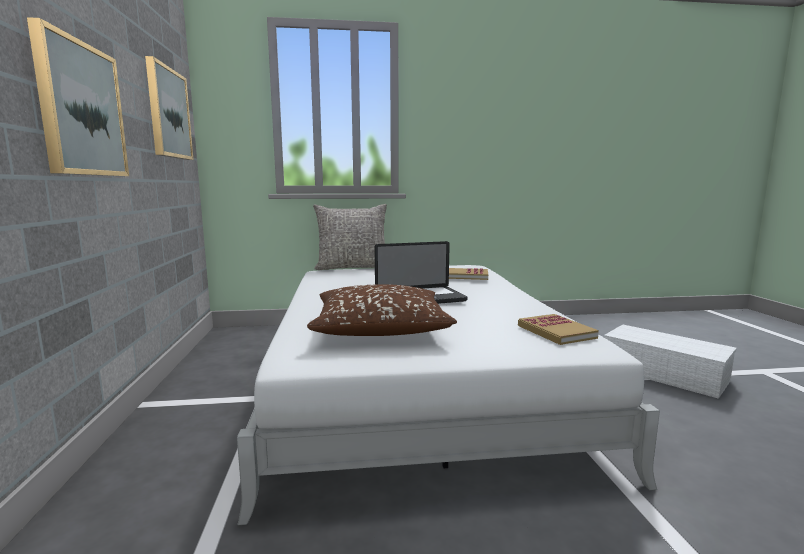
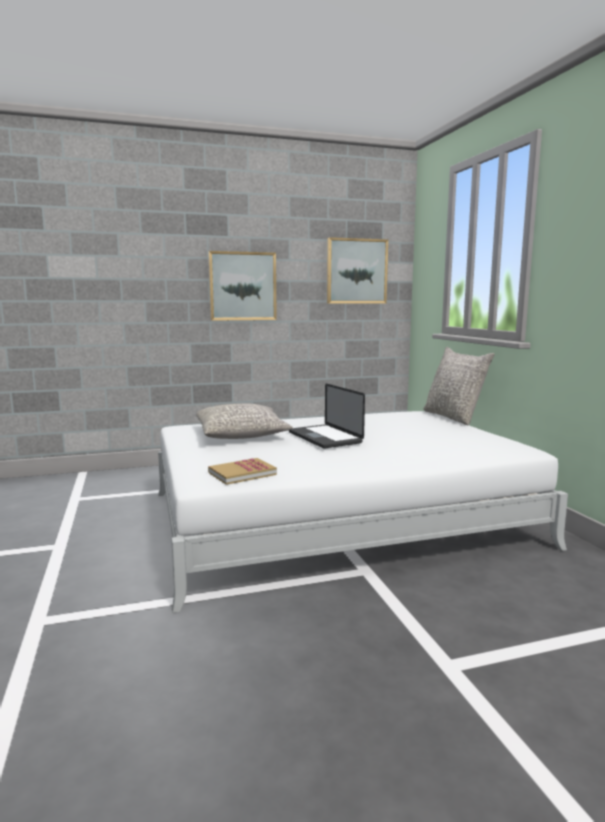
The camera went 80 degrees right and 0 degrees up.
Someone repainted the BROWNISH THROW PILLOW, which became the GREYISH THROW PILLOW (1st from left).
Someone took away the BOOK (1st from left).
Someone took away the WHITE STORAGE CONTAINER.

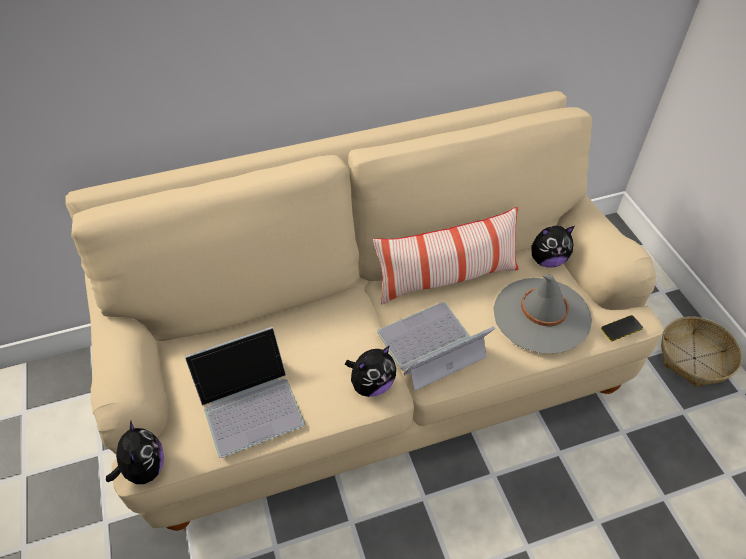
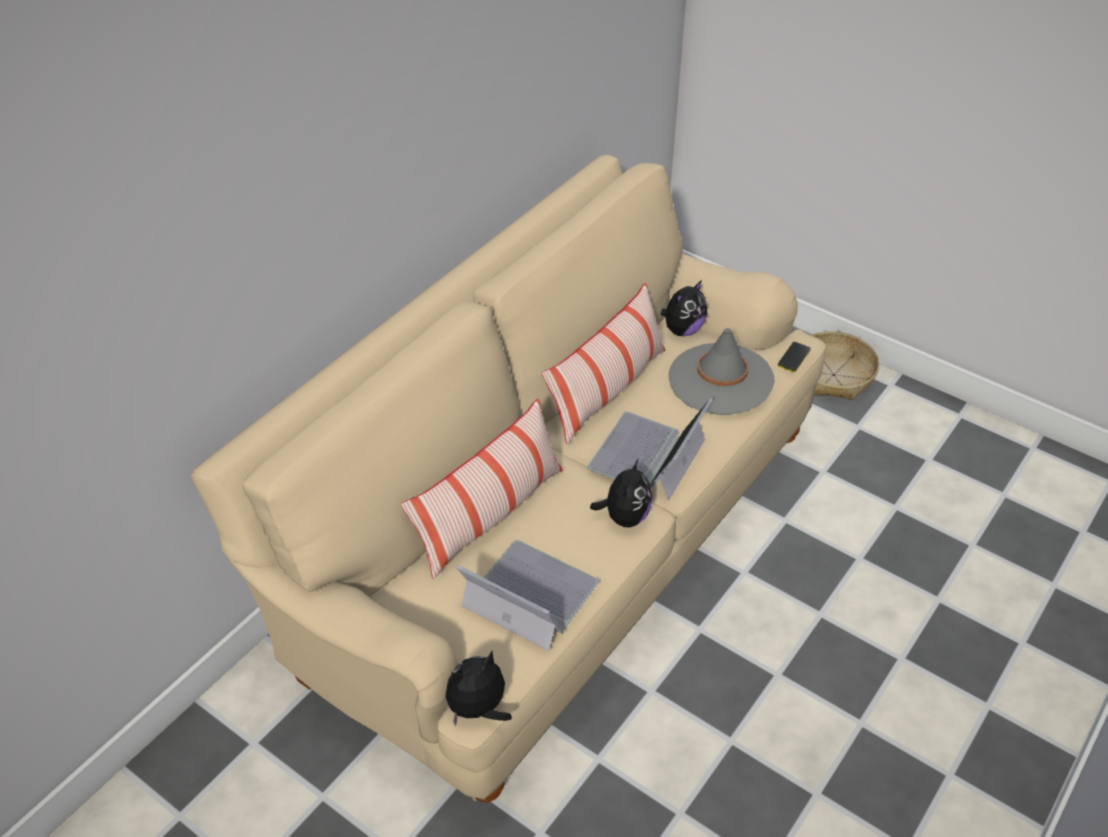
The camera went 35 degrees left and 5 degrees down.
Someone put down the THROW PILLOW (1st from left).
Someone rotated the CUDDLY TOY (1st from left) by 75 degrees counterclockwise.
Someone rotated the NOTEBOOK COMPUTER (1st from left) by 90 degrees counterclockwise.

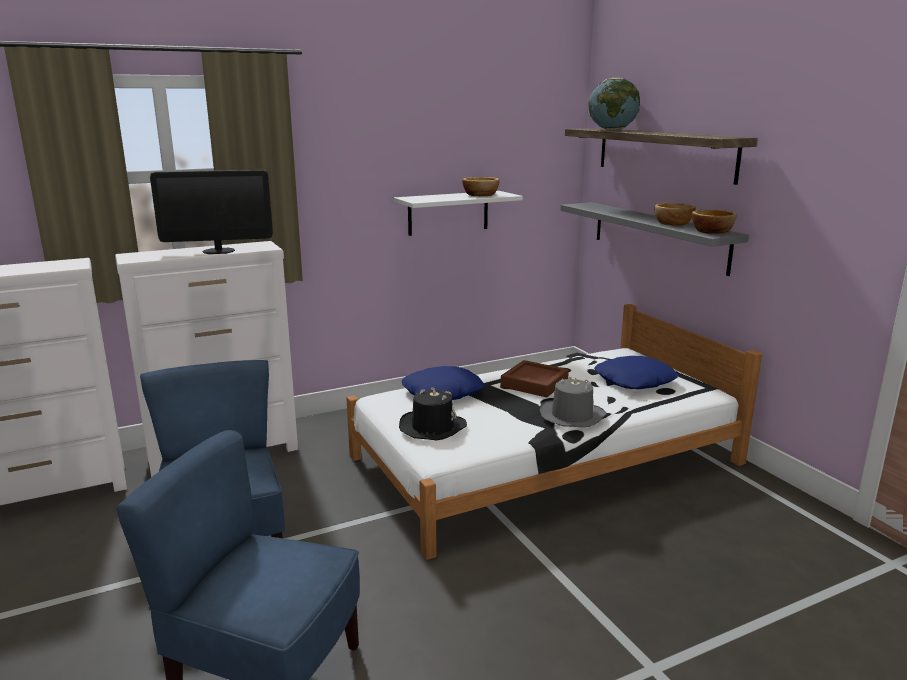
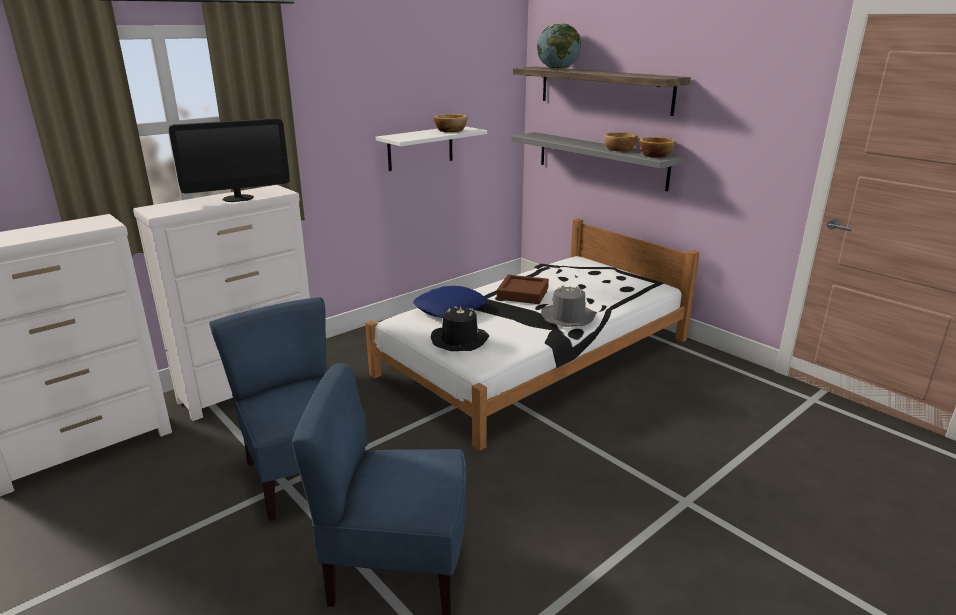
The camera went 15 degrees left and 5 degrees up.
Someone took away the BLUISH THROW PILLOW (2nd from left).

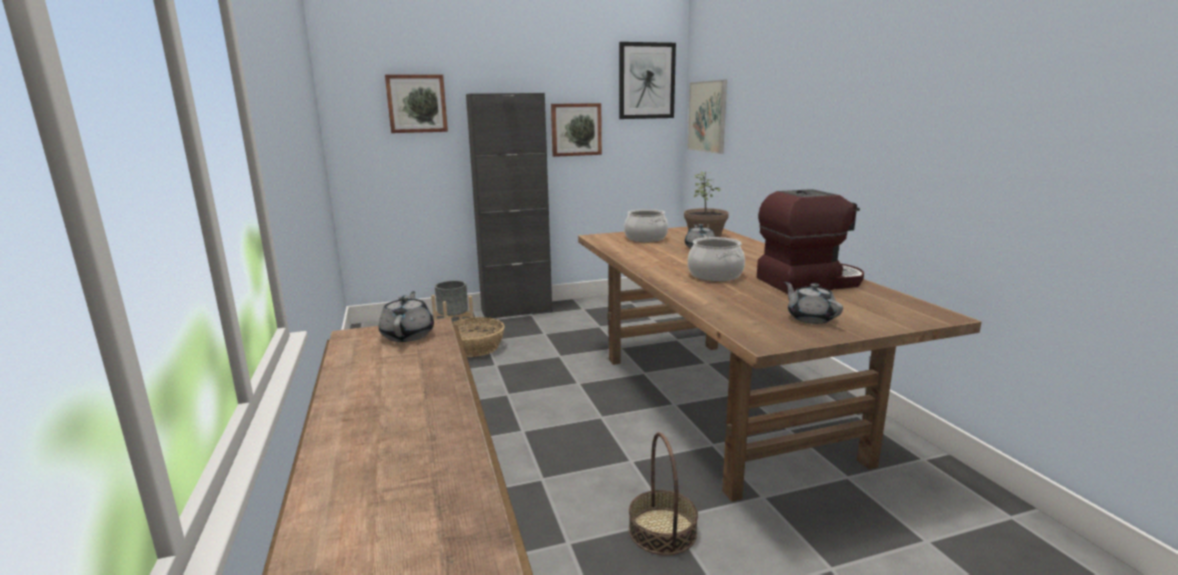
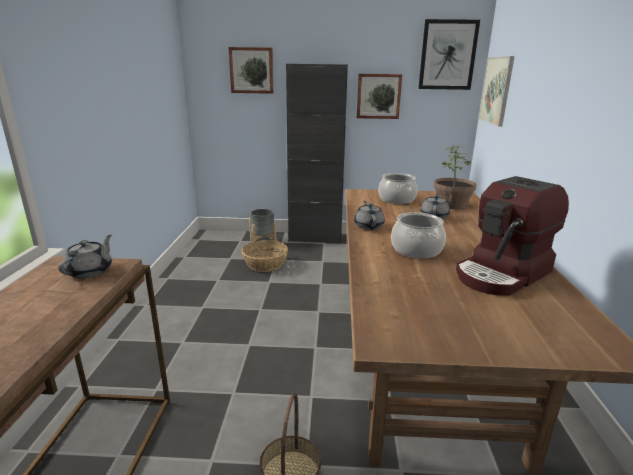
The camera went 20 degrees right and 5 degrees up.
Someone carried the GREYISH POT FOR TEA (3rd from left in the first image).
Someone rotated the COFFEE MACHINE by 135 degrees clockwise.

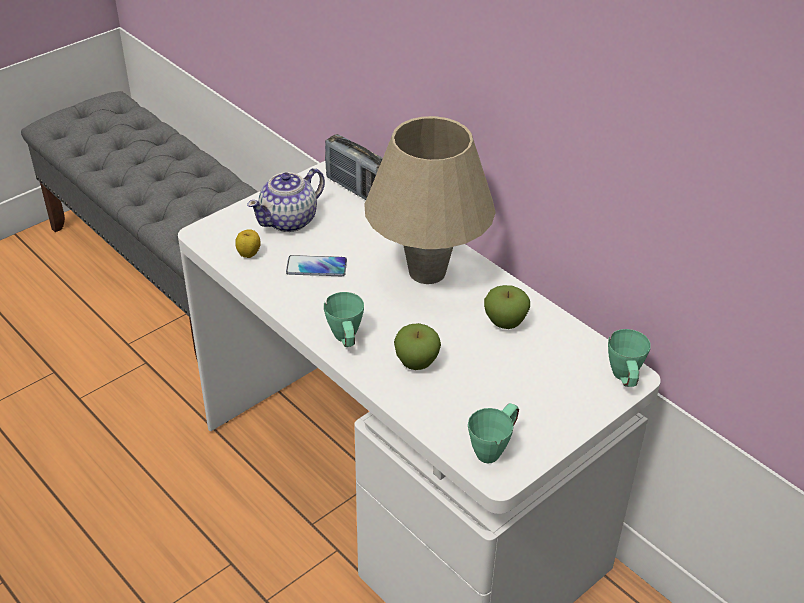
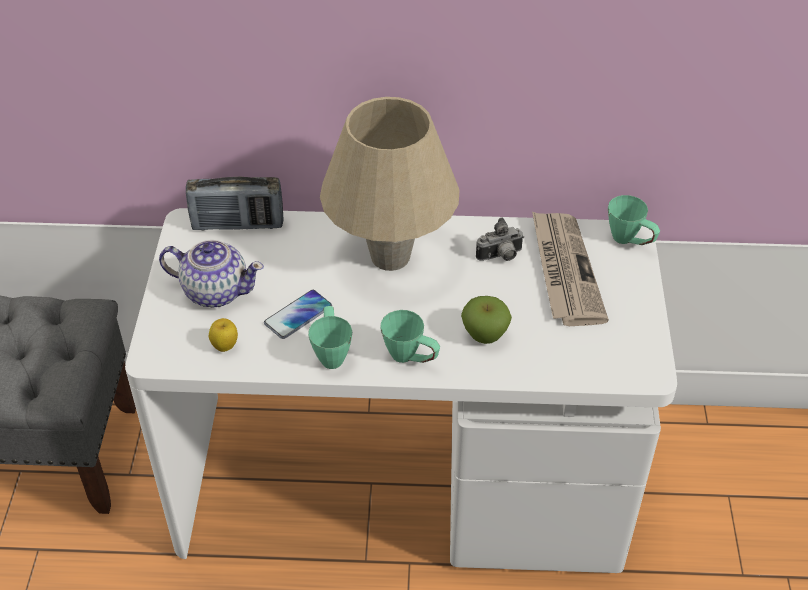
The camera went 45 degrees left and 5 degrees up.
Someone rotated the POT FOR TEA by 75 degrees counterclockwise.
Someone carried the GREEN-COLOURED TEA MUG (2nd from left in the first image).
Someone swapped the APPLE (3rd from left) for the PHOTO CAMERA.
Someone put down the PRINTED PAPER.

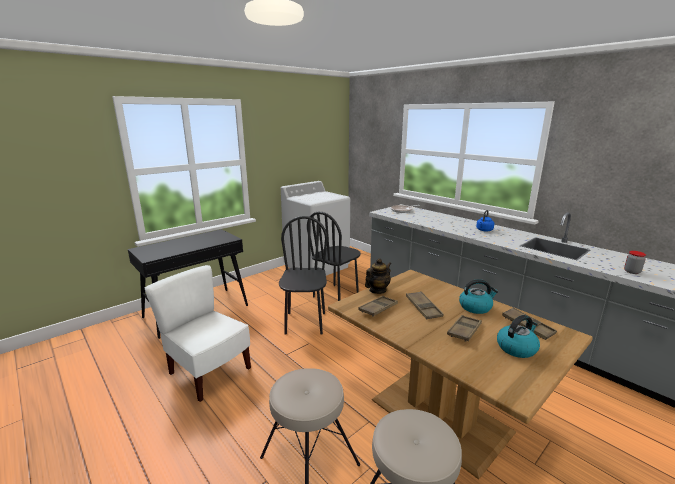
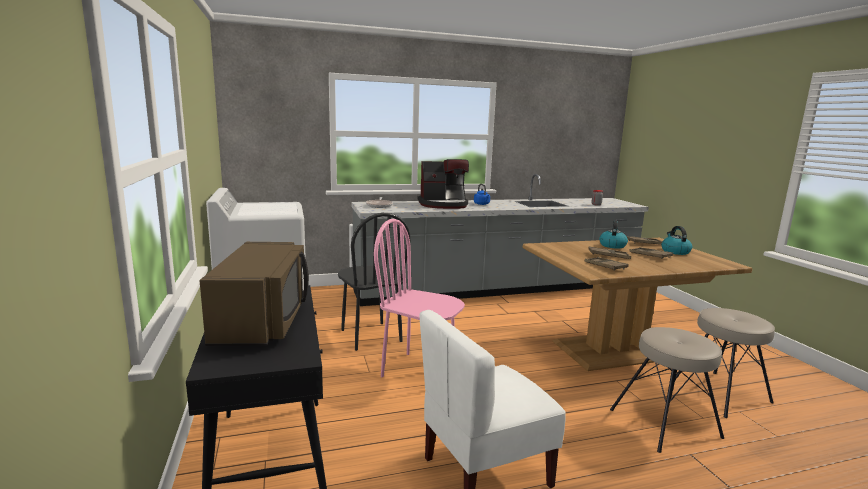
The camera went 65 degrees left and 5 degrees down.
Someone put down the BROWNISH MICROWAVE OVEN.
Someone repainted the BLACK UPRIGHT CHAIR (1st from left), which became the PINK UPRIGHT CHAIR.
Someone put down the COFFEE MACHINE.
Someone took away the POT FOR TEA.

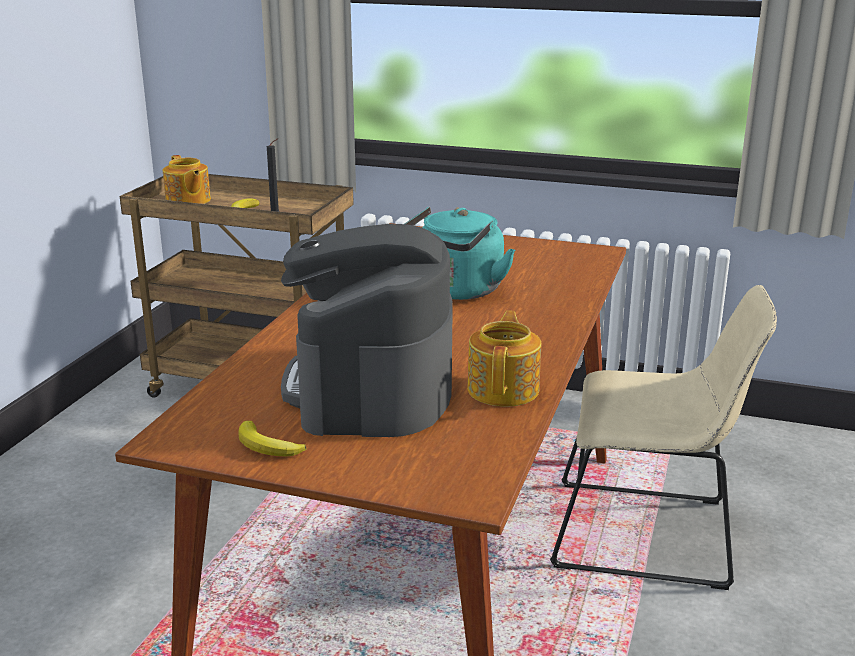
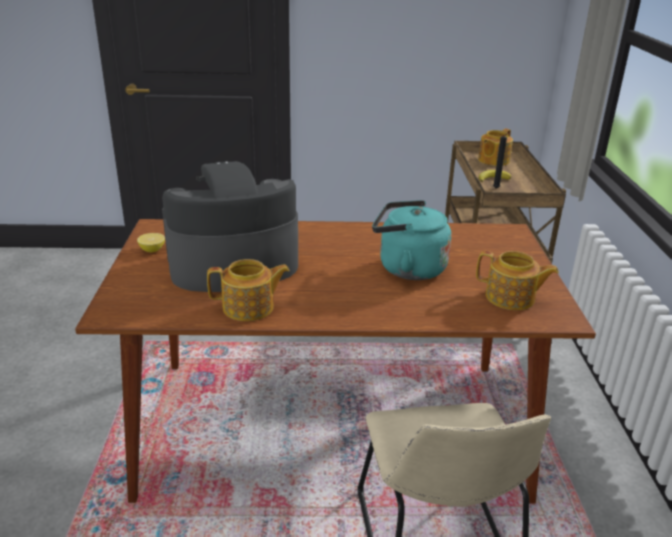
The camera went 70 degrees right and 5 degrees up.
Someone swapped the WHOLE BANANA (2nd from left) for the CITRUS FRUIT.
Someone put down the POT FOR TEA (3rd from left).

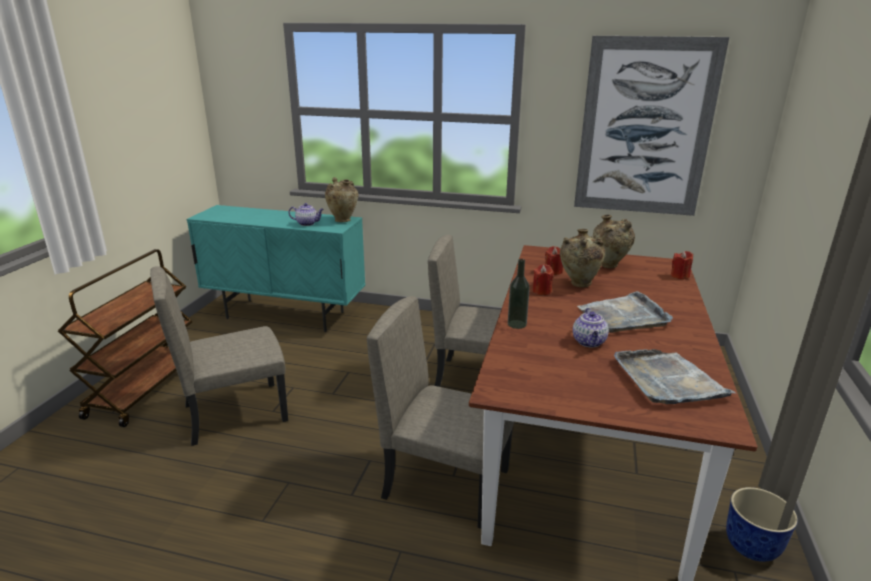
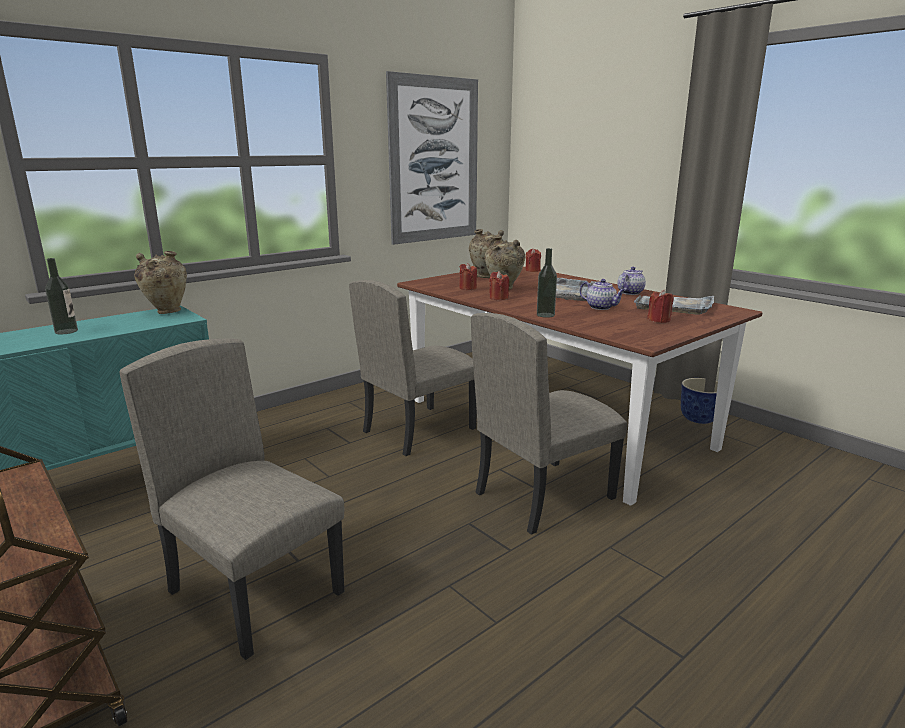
The camera went 55 degrees left and 5 degrees down.
Someone put down the BEVERAGE BOTTLE (1st from left).
Someone rotated the SAND-COLOURED UPRIGHT CHAIR (1st from left) by 120 degrees clockwise.
Someone carried the POT FOR TEA (1st from left in the first image).
Someone put down the RED-COLOURED WAX LIGHT (4th from left).

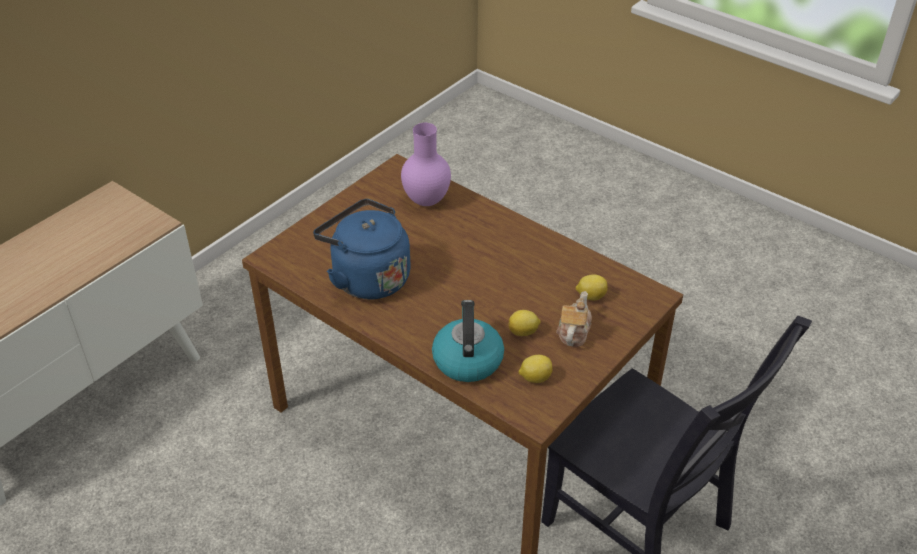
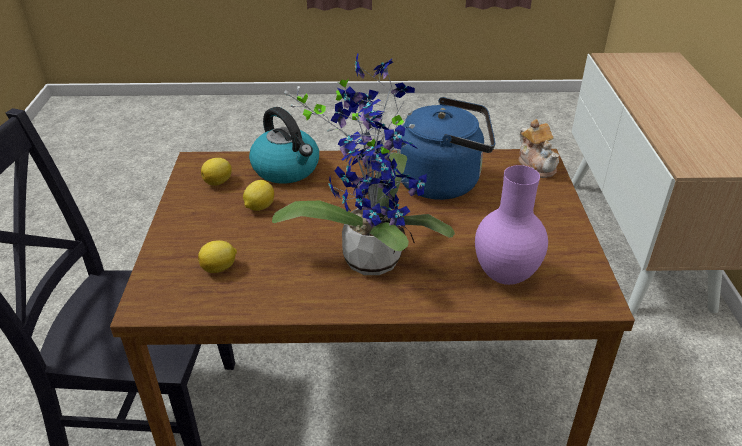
The camera went 140 degrees right and 5 degrees down.
Someone put down the POTTED PLANT.
Someone carried the POT FOR TEA.

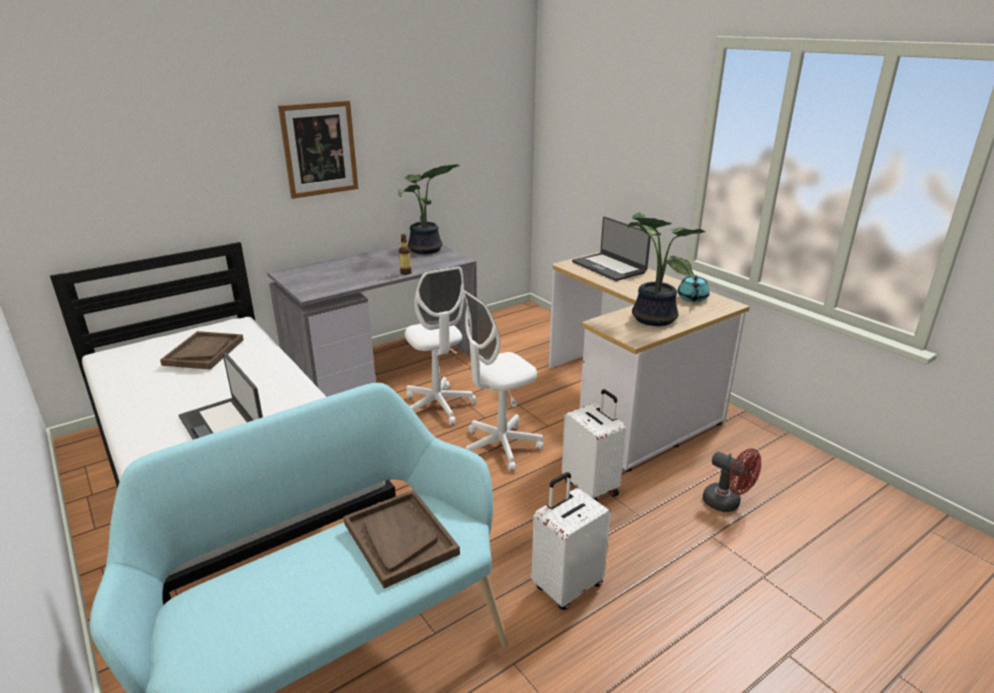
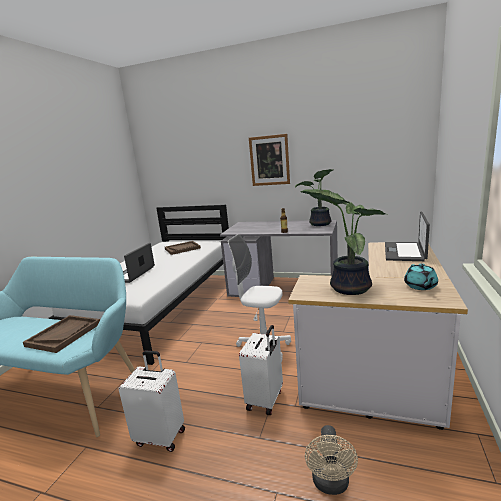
The camera went 55 degrees right and 10 degrees down.
Someone repainted the RED-COLOURED COOLING FAN, which became the SAND-COLOURED COOLING FAN.
Someone rotated the TURQUOISE POT FOR TEA by 60 degrees counterclockwise.
Someone took away the WHITE COMPUTER CHAIR (1st from left).

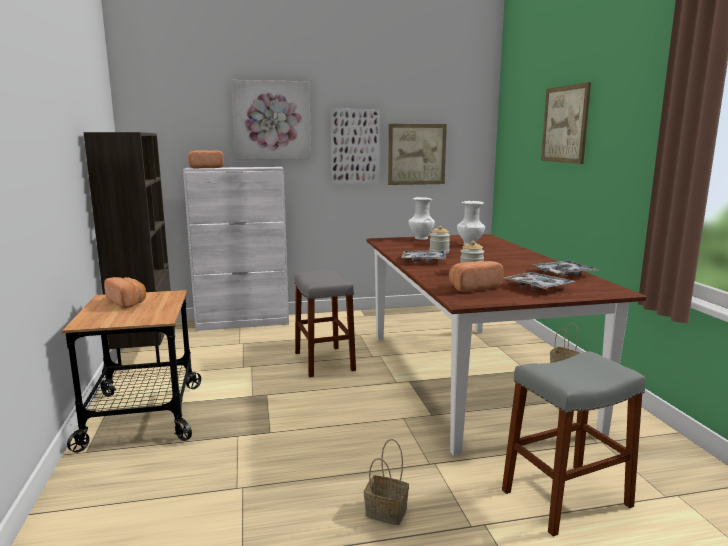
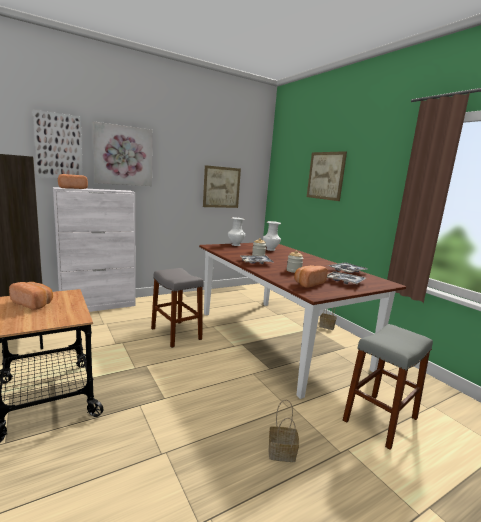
The camera went 20 degrees left and 0 degrees up.
Someone carried the PICTURE (2nd from left in the first image).

